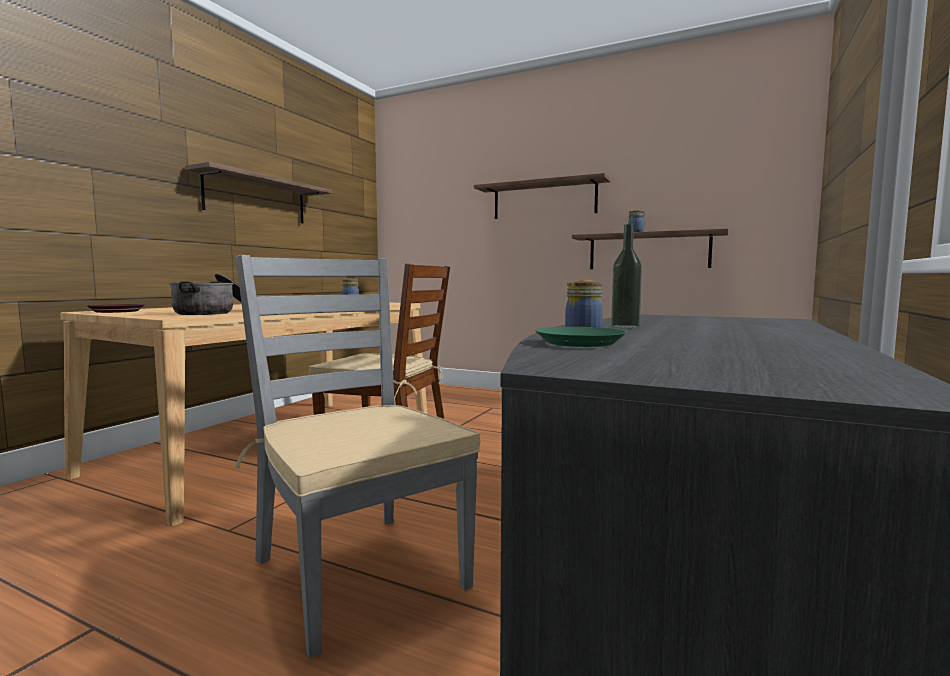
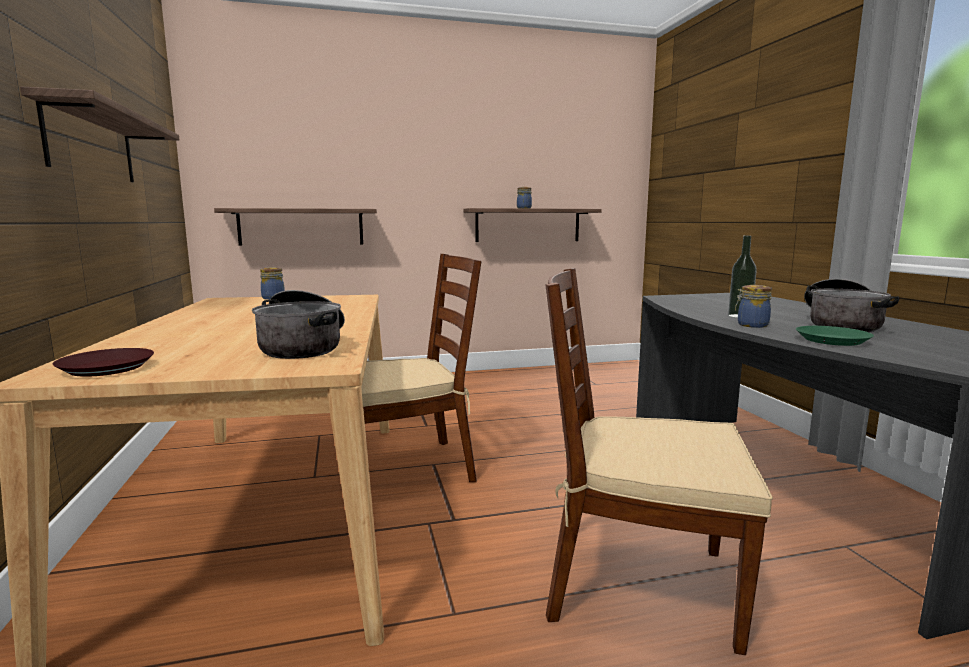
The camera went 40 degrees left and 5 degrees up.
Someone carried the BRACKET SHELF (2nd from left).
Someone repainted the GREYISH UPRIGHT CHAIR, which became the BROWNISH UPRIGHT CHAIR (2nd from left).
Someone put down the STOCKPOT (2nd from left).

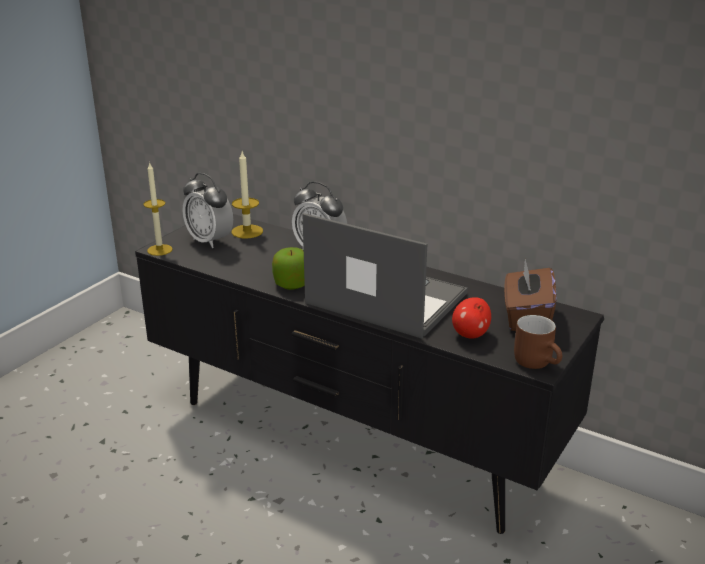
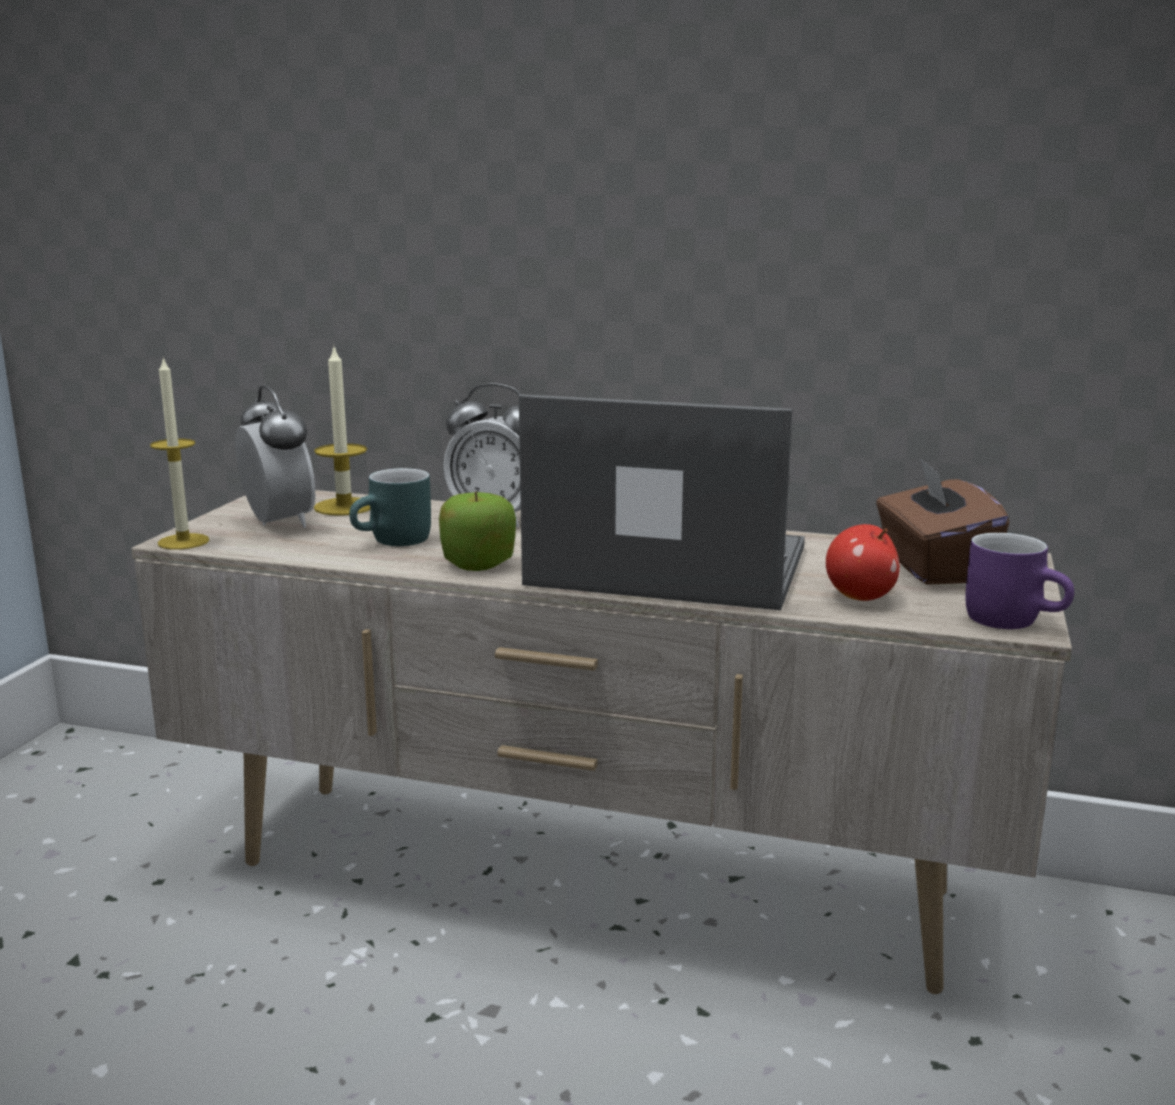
The camera went 15 degrees left and 10 degrees down.
Someone repainted the BLACK TV STAND, which became the SAND-COLOURED TV STAND.
Someone rotated the ALARM CLOCK (1st from left) by 150 degrees counterclockwise.
Someone put down the TURQUOISE TEA MUG.
Someone repainted the BROWNISH TEA MUG, which became the PURPLE TEA MUG.

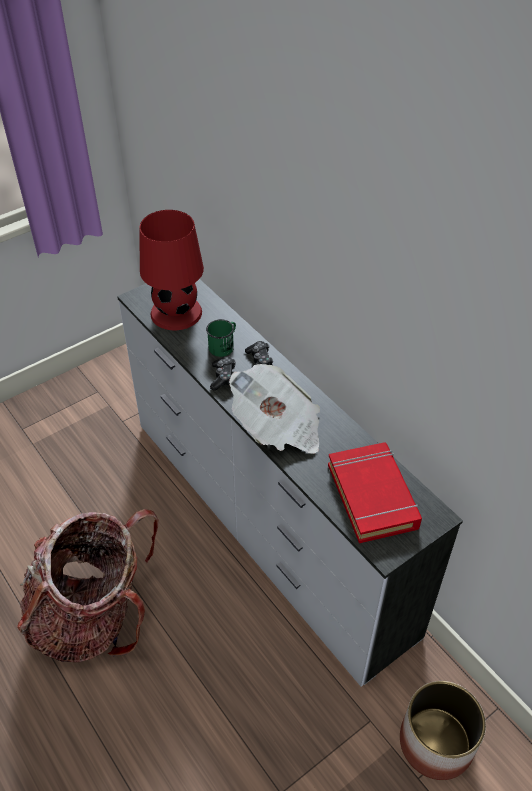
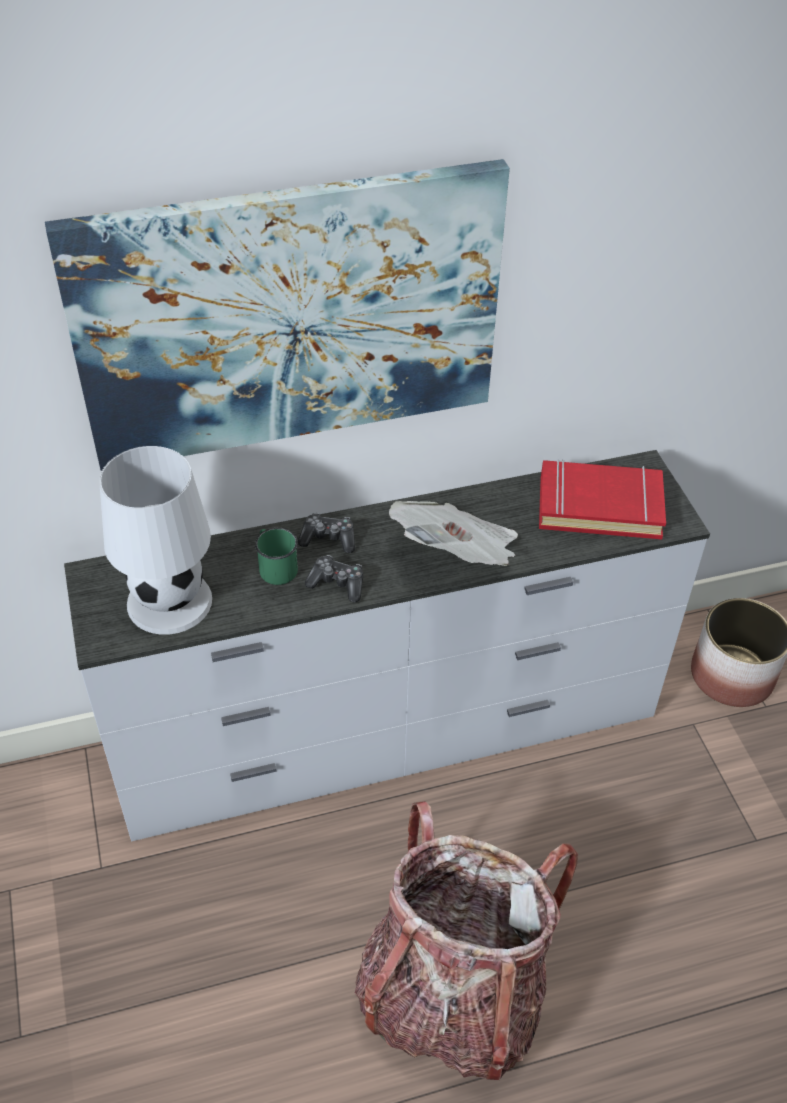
The camera went 70 degrees left and 0 degrees up.
Someone put up the PICTURE.
Someone repainted the RED-COLOURED LAMP FOR A TABLE, which became the WHITE LAMP FOR A TABLE.

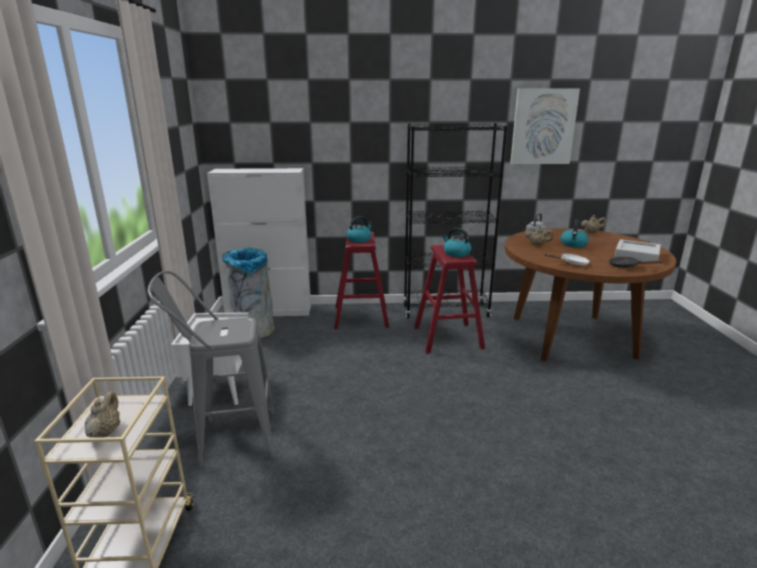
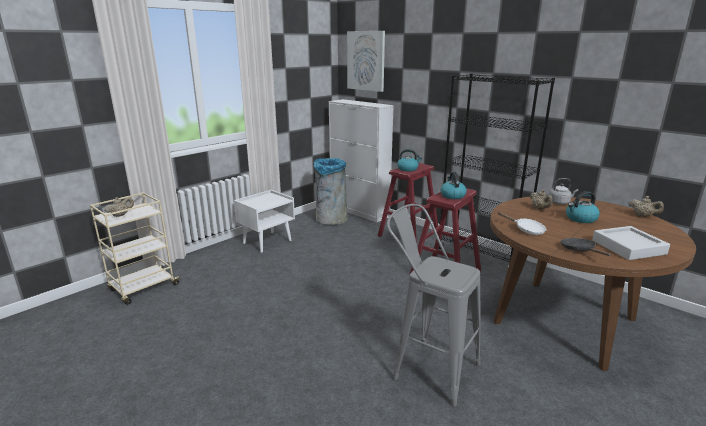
The camera went 45 degrees right and 0 degrees up.
Someone carried the PICTURE.
Someone carried the GREYISH STOOL.

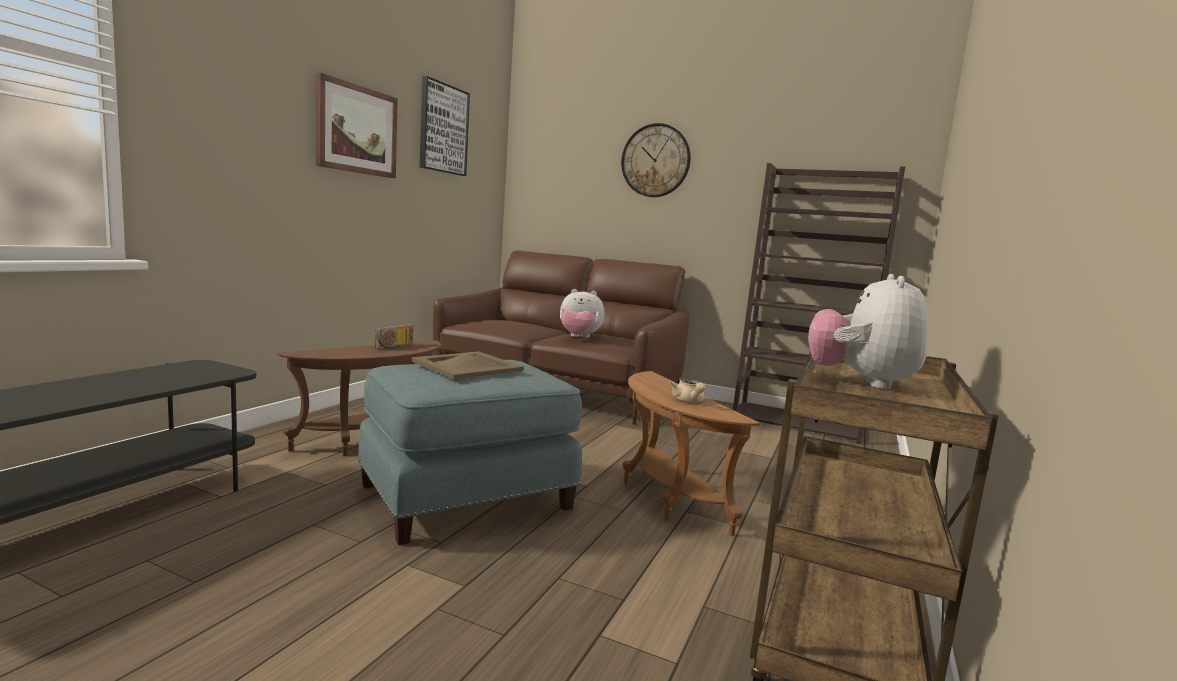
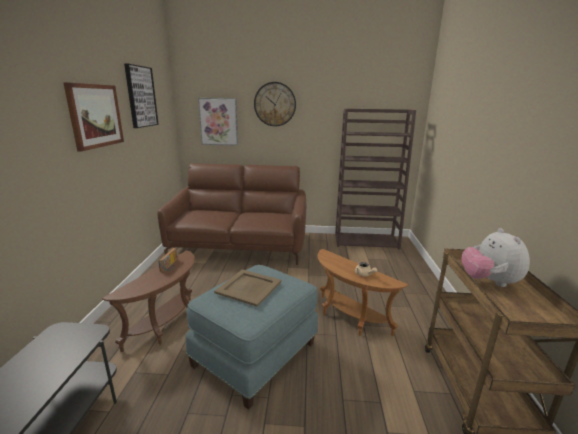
The camera went 20 degrees left and 10 degrees up.
Someone put up the PICTURE (3rd from left).
Someone took away the CUDDLY TOY (1st from left).

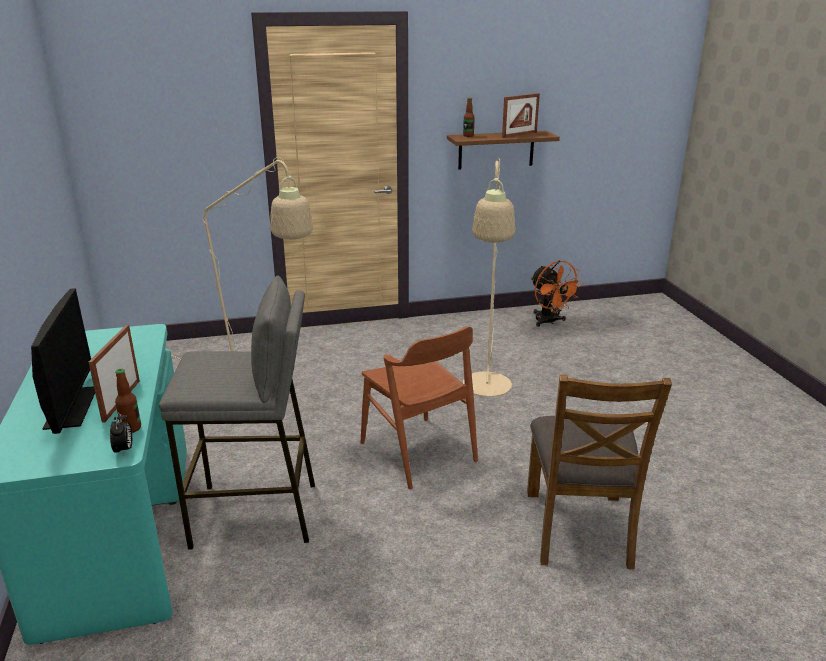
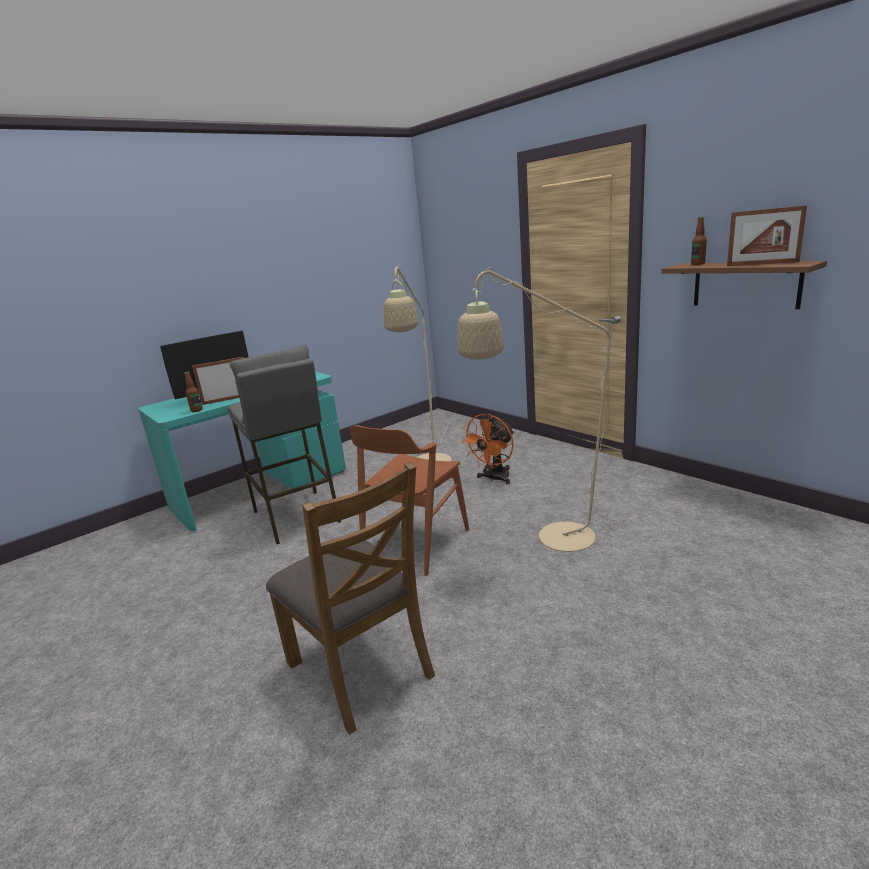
The camera went 65 degrees right and 5 degrees down.
Someone rotated the BROWNISH UPRIGHT CHAIR (2nd from left in the first image) by 105 degrees counterclockwise.
Someone carried the ORANGEY COOLING FAN.
Someone took away the ALARM CLOCK.

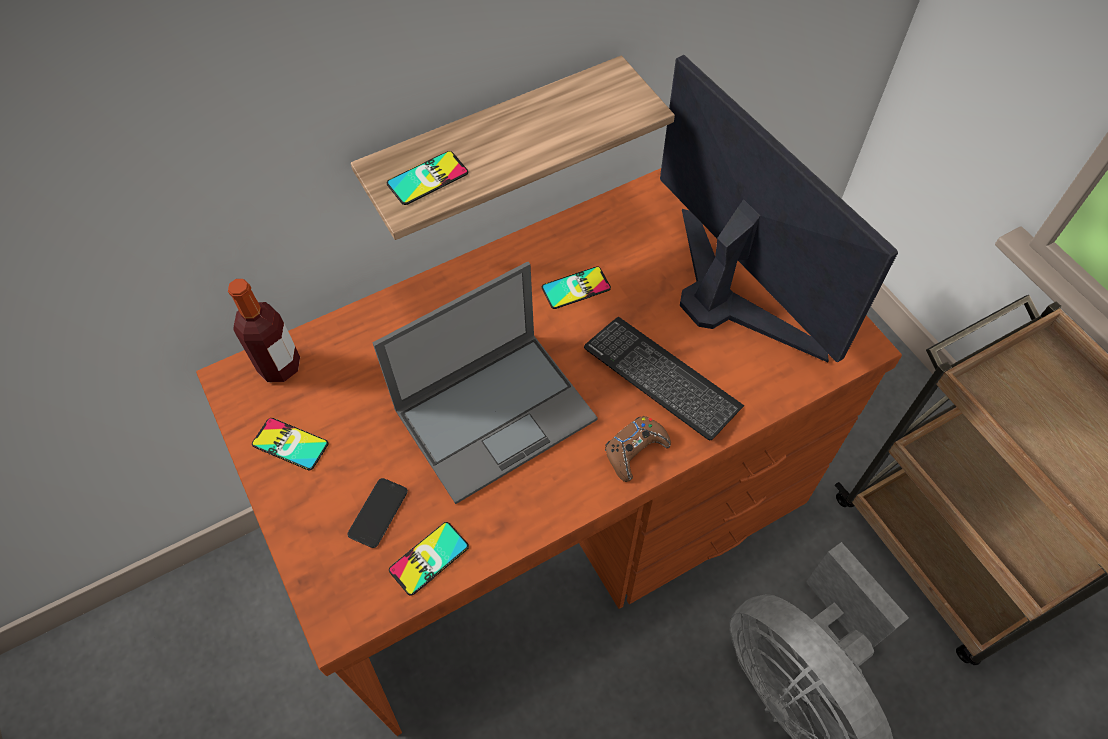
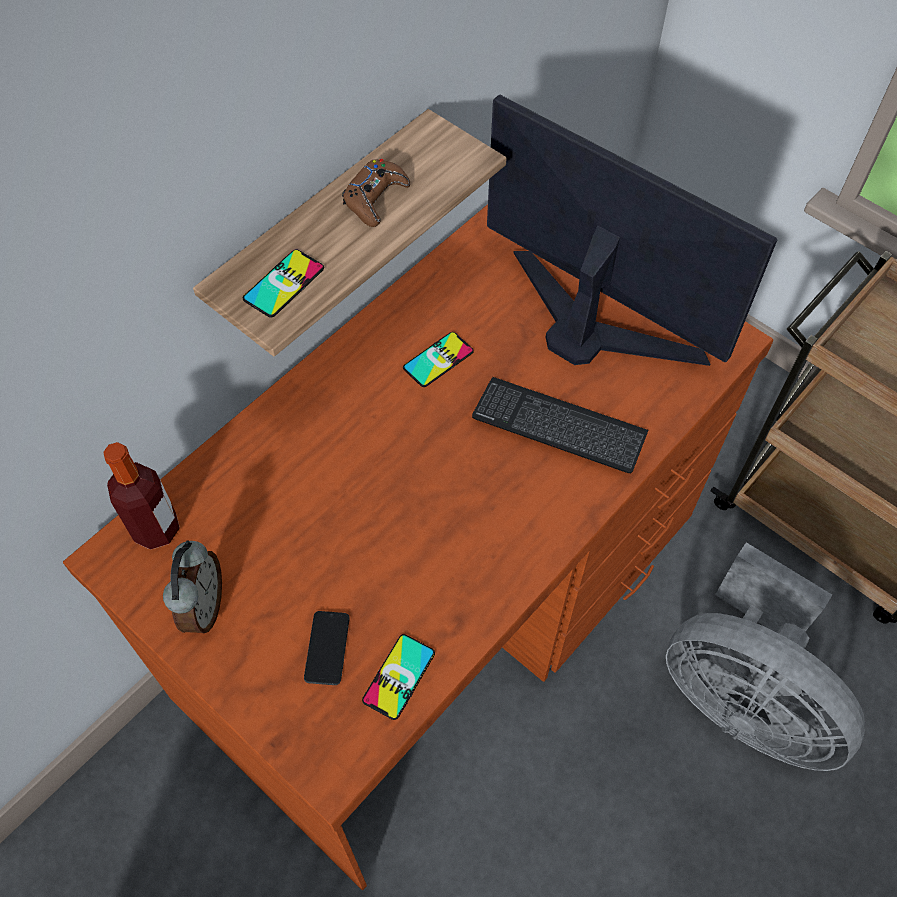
The camera went 20 degrees left and 0 degrees up.
Someone swapped the TELEPHONE (1st from left) for the ALARM CLOCK.
Someone carried the BROWNISH GAME CONTROLLER.
Someone took away the NOTEBOOK COMPUTER.

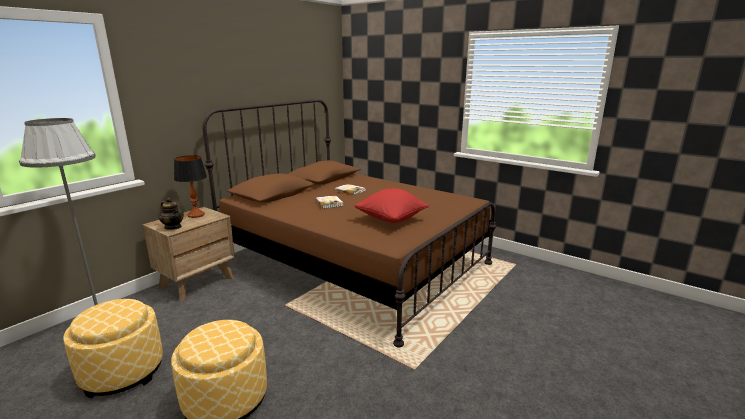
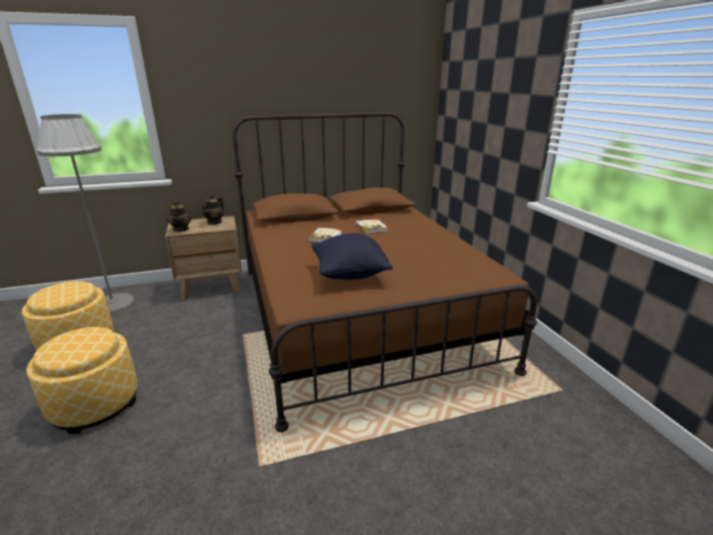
The camera went 35 degrees right and 5 degrees up.
Someone swapped the LAMP FOR A TABLE for the POT FOR TEA (2nd from left).
Someone repainted the RED-COLOURED THROW PILLOW, which became the BLACK THROW PILLOW.

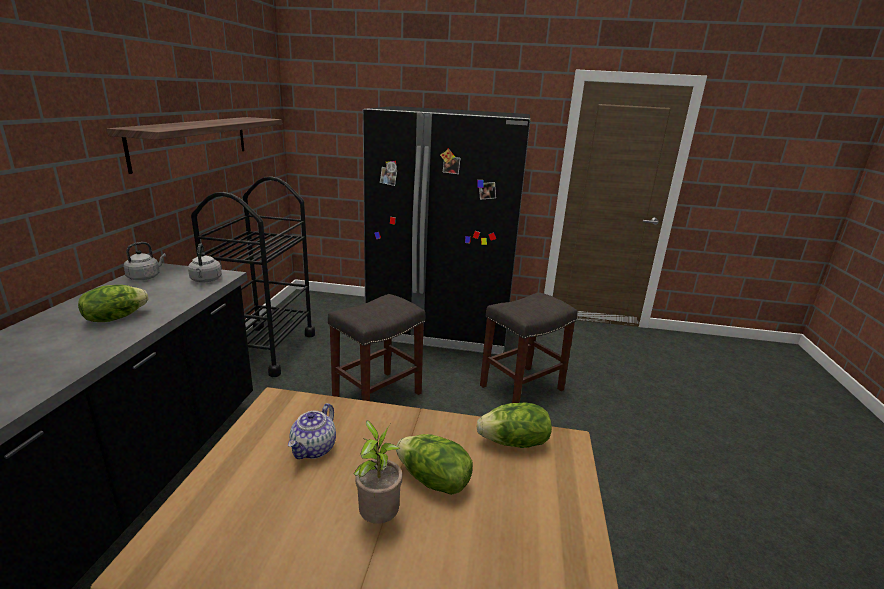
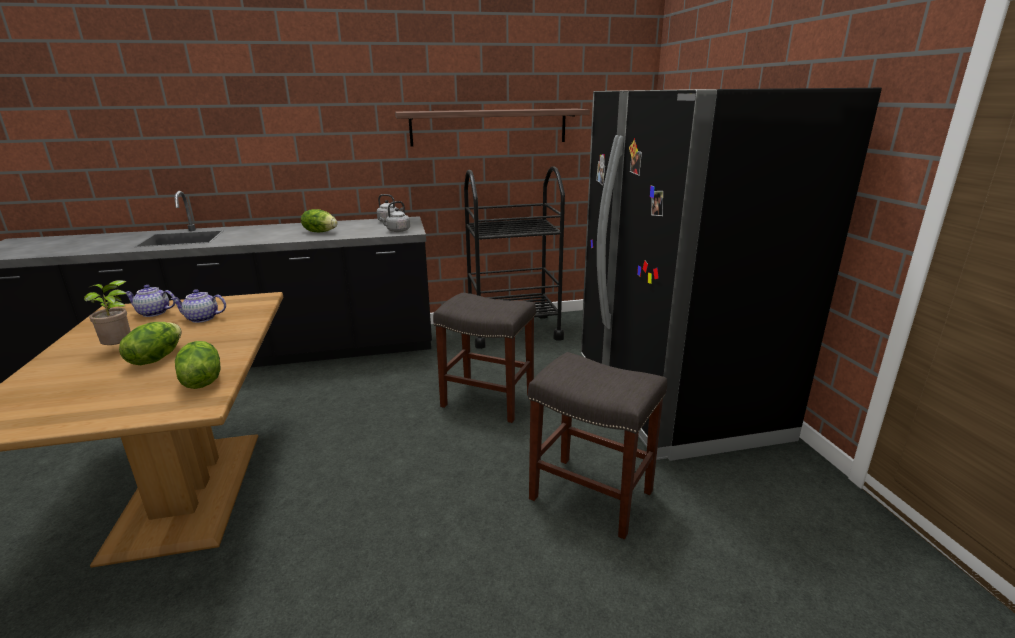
The camera went 70 degrees right and 0 degrees up.
Someone put down the POT FOR TEA (1st from left).

